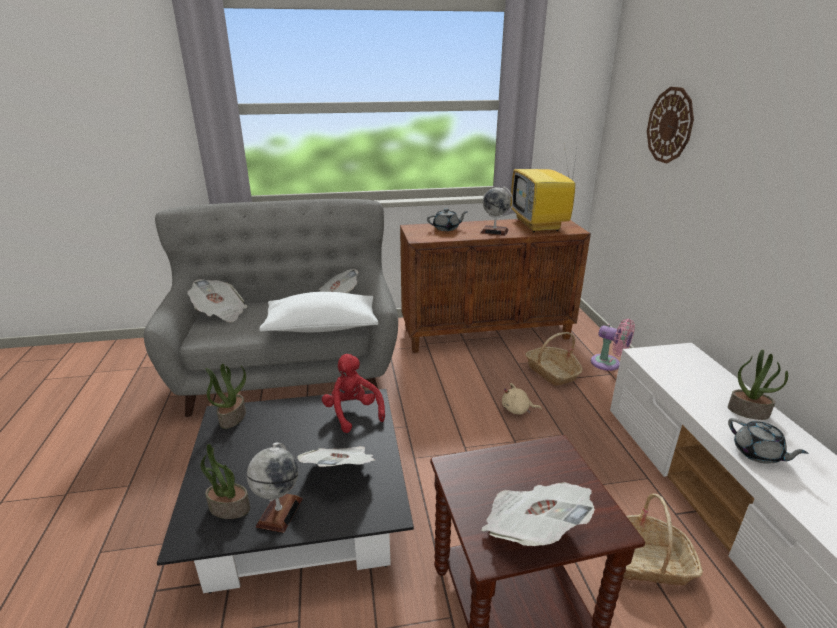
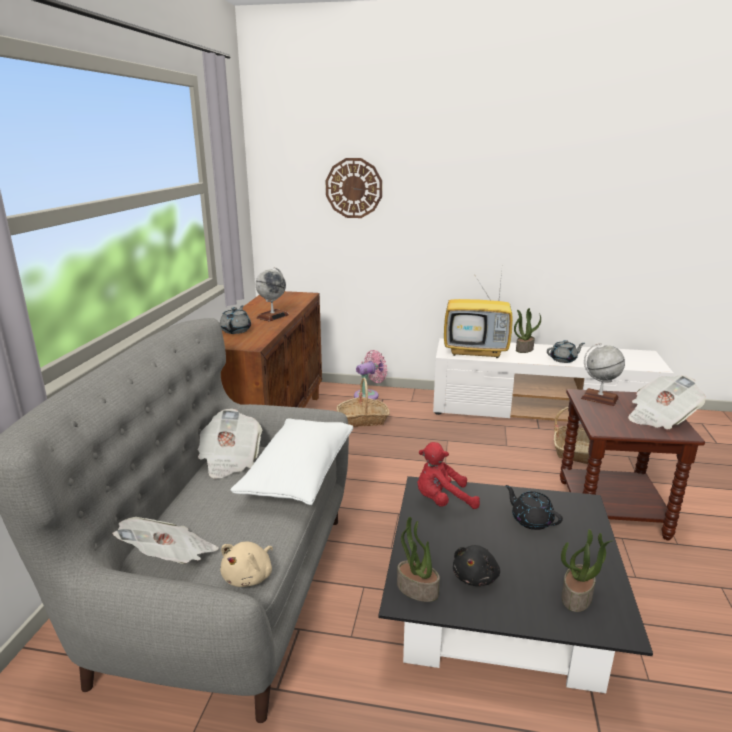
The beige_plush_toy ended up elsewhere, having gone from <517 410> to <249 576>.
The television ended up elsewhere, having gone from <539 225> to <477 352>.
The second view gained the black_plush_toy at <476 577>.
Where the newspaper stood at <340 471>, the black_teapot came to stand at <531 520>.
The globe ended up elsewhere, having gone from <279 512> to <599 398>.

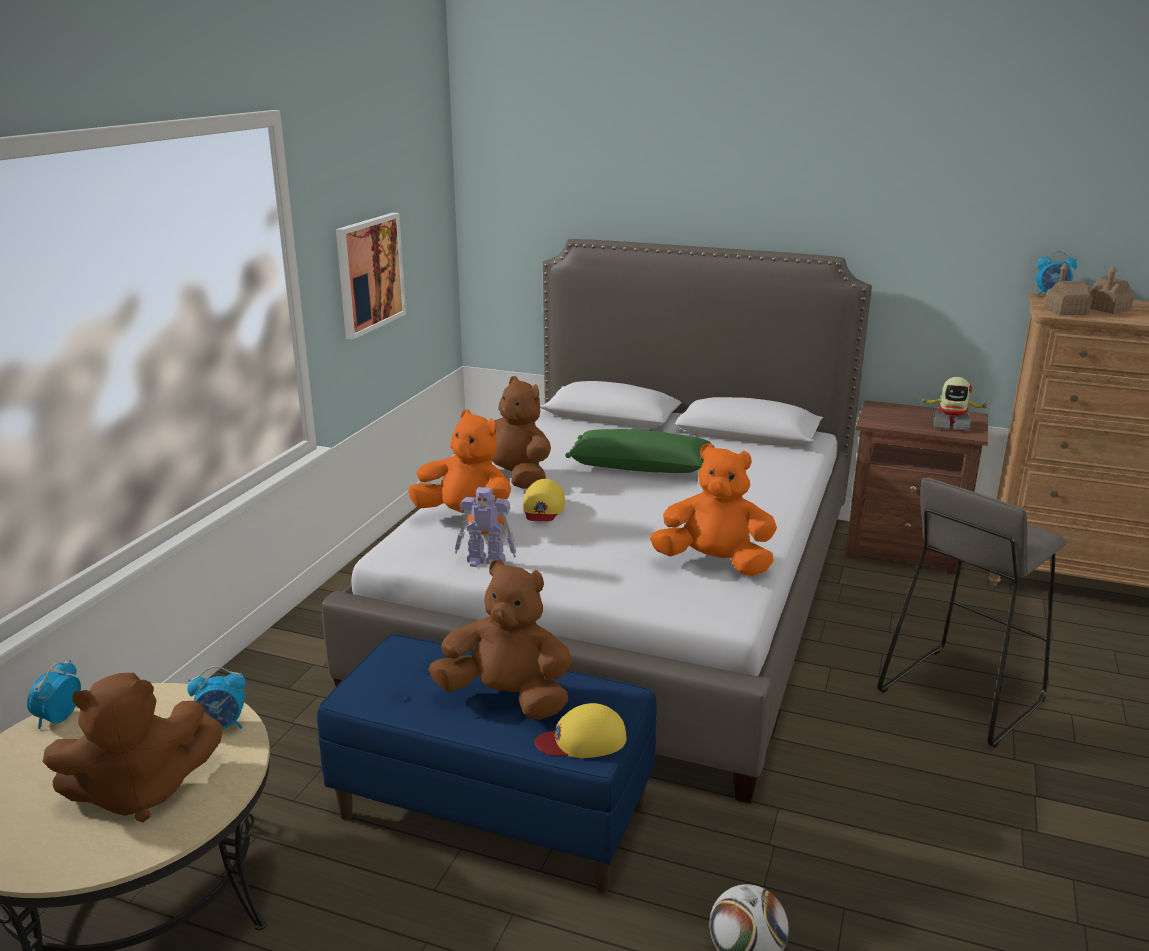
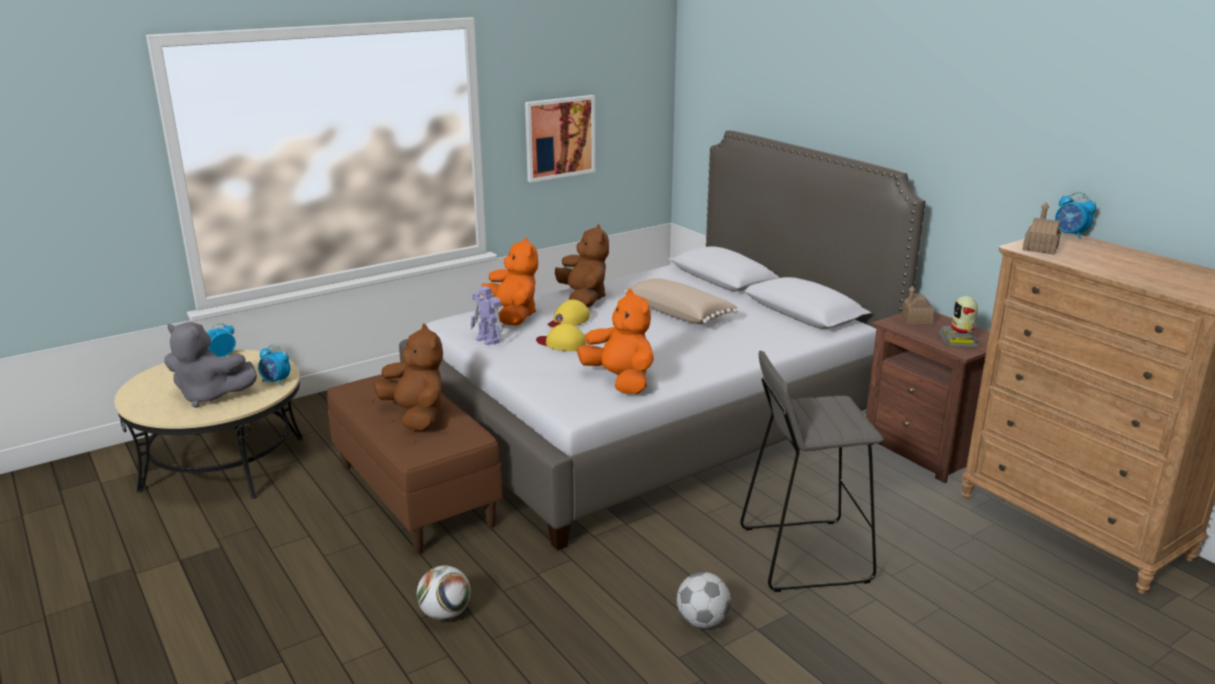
What was the brown_plush_toy at <141 792> turned into the grey_plush_toy at <210 396>.
What was the blue_bench at <494 811> turned into the brown_bench at <416 494>.
The yellow_cap ended up elsewhere, having gone from <582 740> to <561 343>.
What was the green_pillow at <640 466> turned into the beige_pillow at <679 313>.
The second view gained the football at <702 621>.
The toy_house ended up elsewhere, having gone from <1107 309> to <916 319>.
The toy_robot at <950 424> ended up facing another way, 45 degrees clockwise from before.

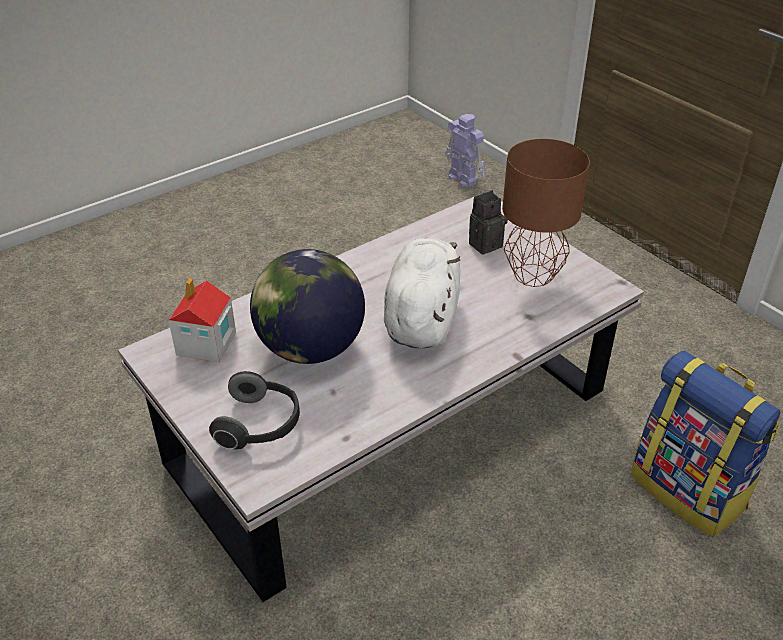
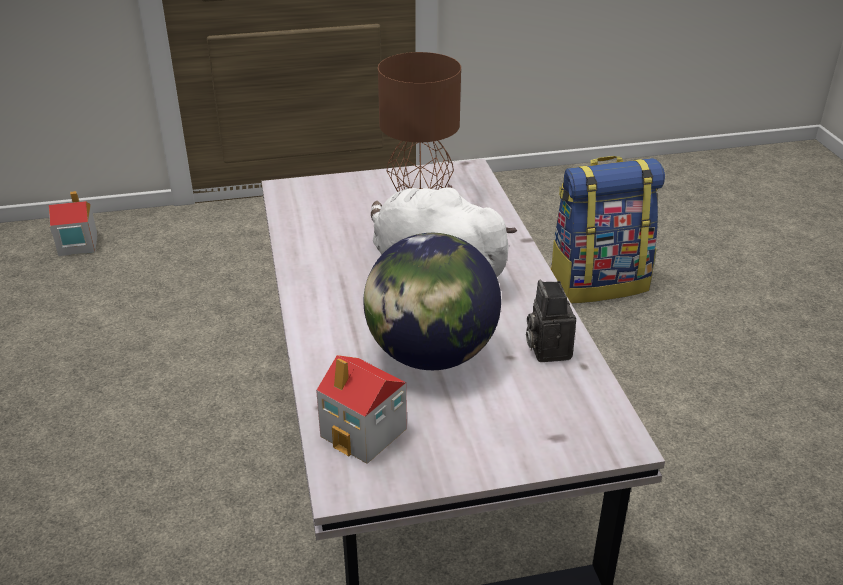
Where the toy_robot stood at <462 178>, the toy_house came to stand at <77 245>.
The photo_camera ended up elsewhere, having gone from <485 243> to <547 349>.
The second view lost the headphones at <260 425>.

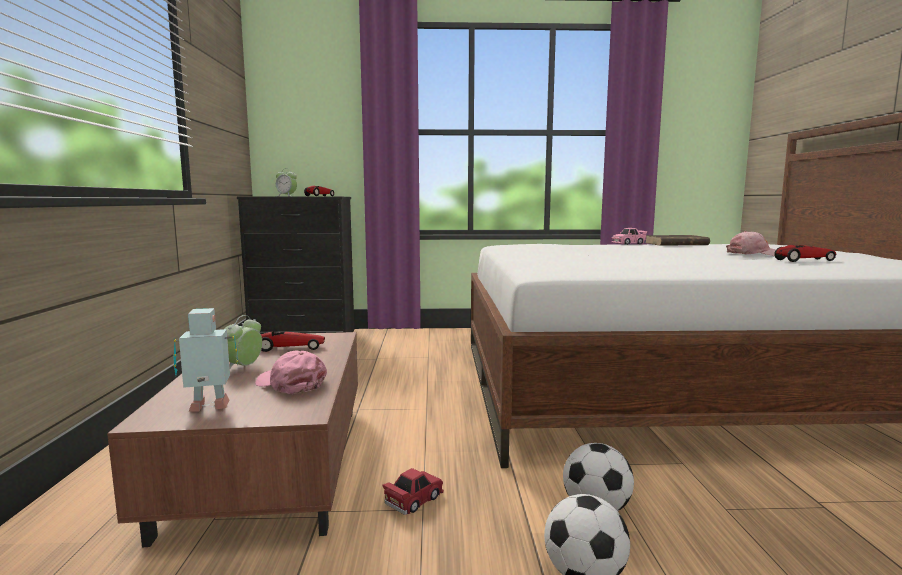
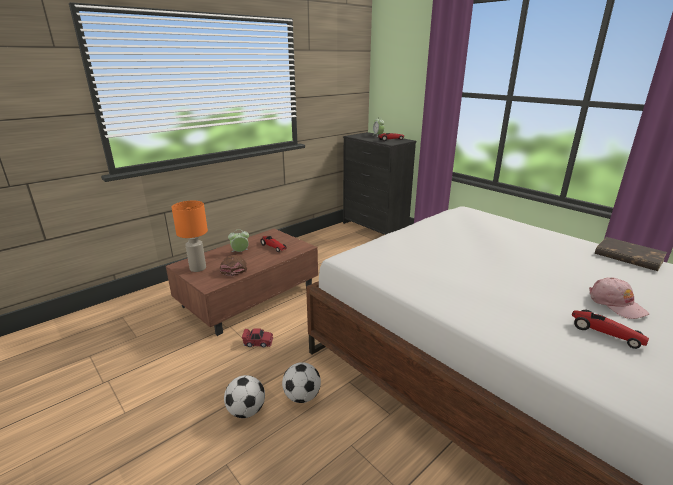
Where the toy_robot stood at <210 408>, the orange_table_lamp came to stand at <197 268>.
What was the pink_cap at <291 383> turned into the brown_cap at <234 268>.
The second view lost the pink_toy_car at <628 243>.

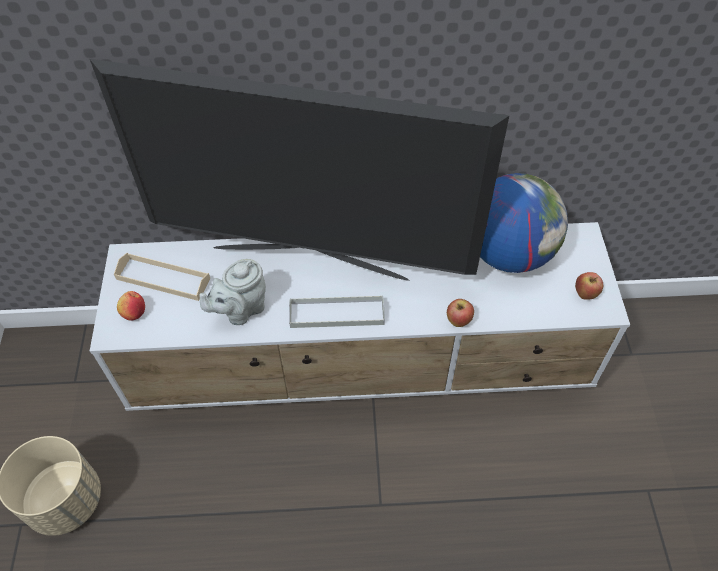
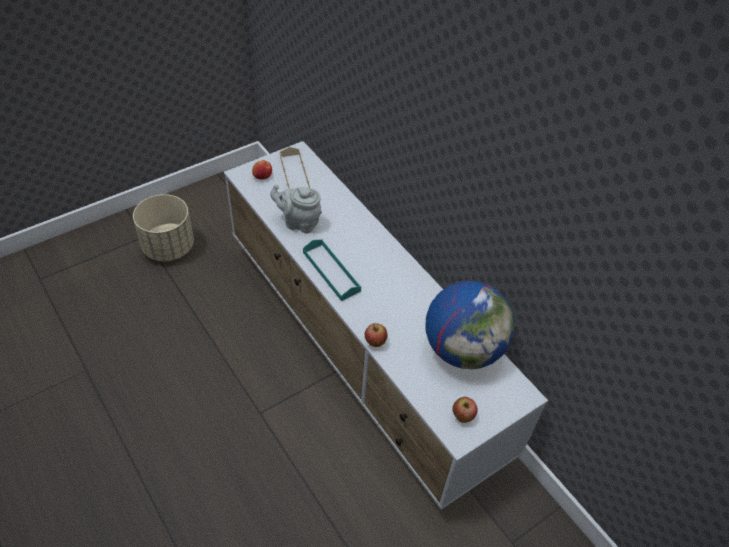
What was the grey_tray at <337 314> turned into the turquoise_tray at <331 271>.
The second view lost the television at <310 261>.

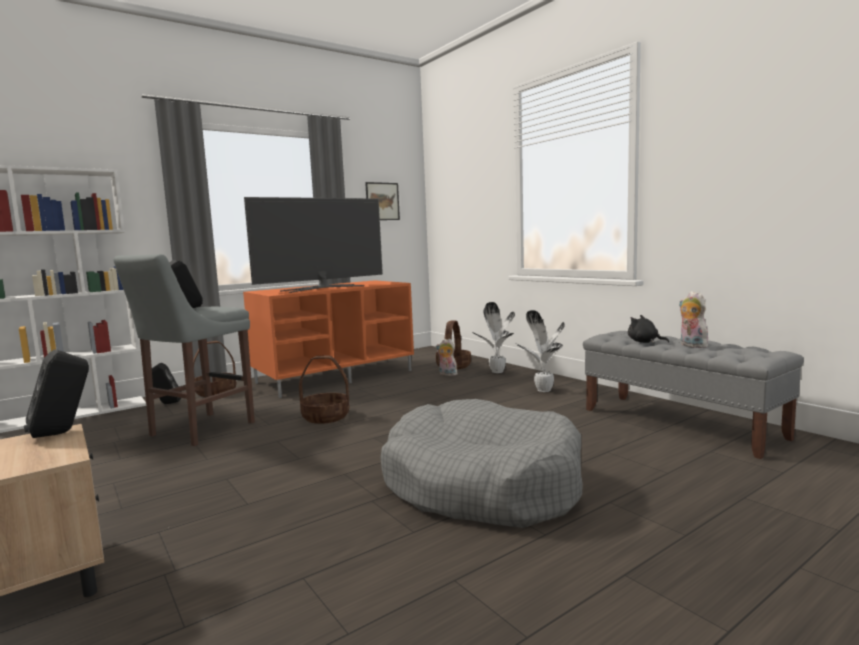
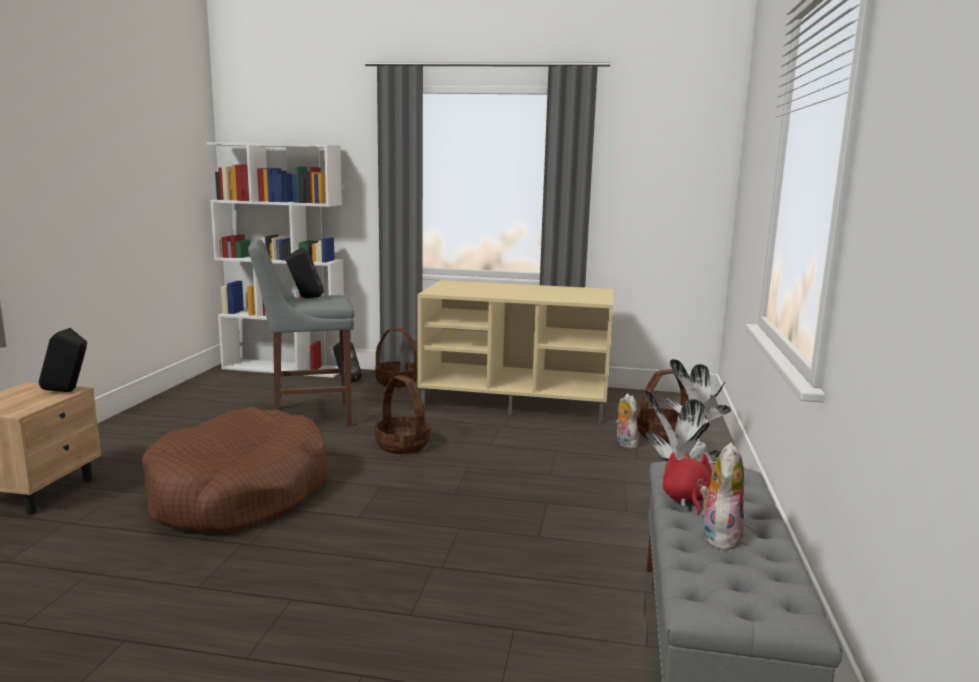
The second view gained the brown_dog_bed at <239 493>.
What was the orange_tv_stand at <335 376> turned into the beige_tv_stand at <517 401>.
What was the black_plush_toy at <644 342> turned into the red_plush_toy at <687 500>.
The second view lost the television at <323 288>.
The second view lost the picture at <382 201>.
The second view lost the grey_dog_bed at <481 484>.

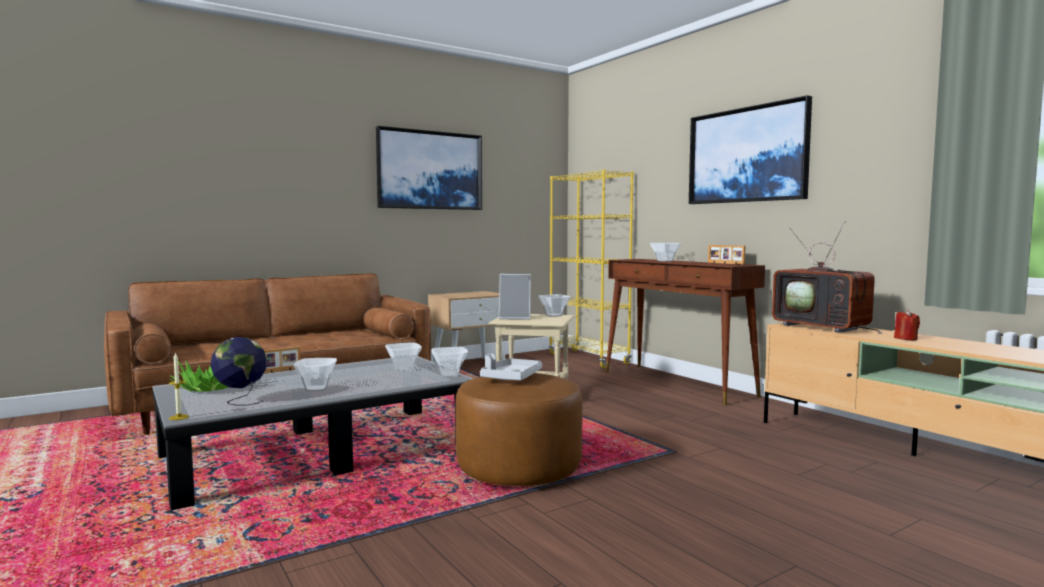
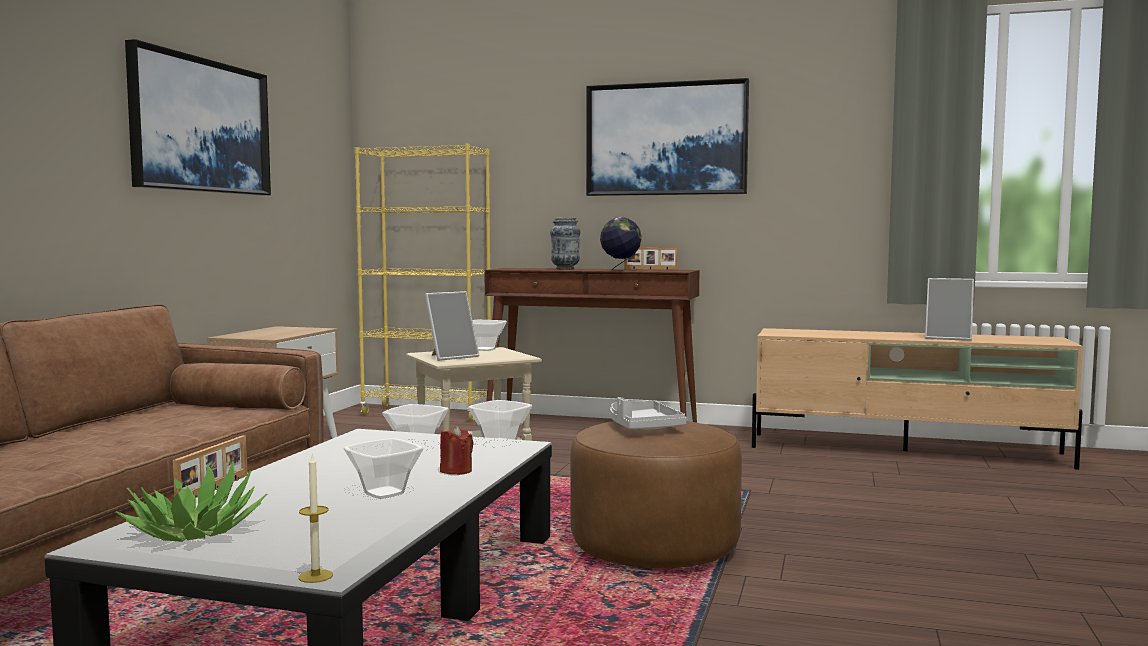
The red_candle ended up elsewhere, having gone from <905 338> to <456 471>.
Where the bowl stood at <664 261>, the vase came to stand at <565 269>.
The globe ended up elsewhere, having gone from <240 401> to <620 270>.
The second view gained the picture_frame at <948 338>.
The second view lost the television at <824 327>.

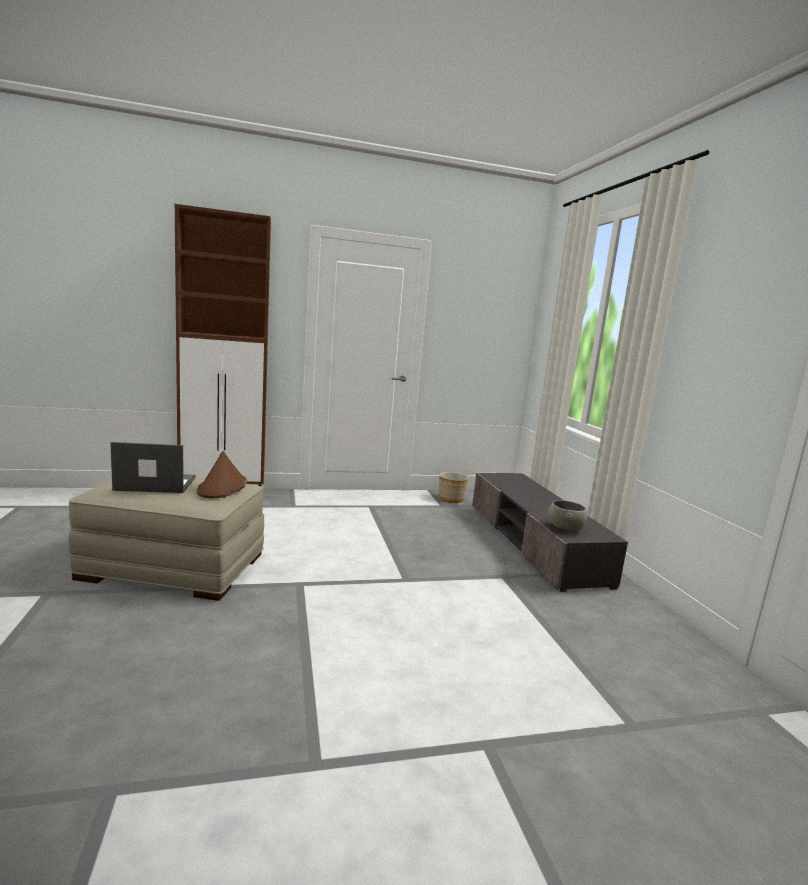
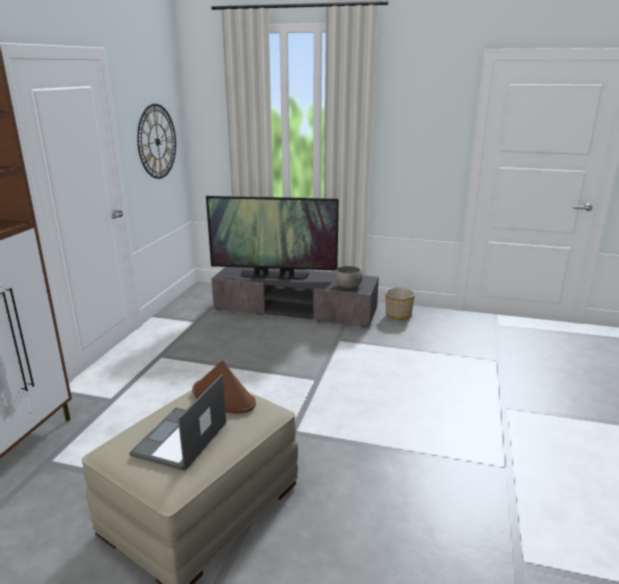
The second view gained the wall_clock at <157 141>.
The second view gained the television at <274 275>.
The planter ended up elsewhere, having gone from <451 499> to <398 315>.

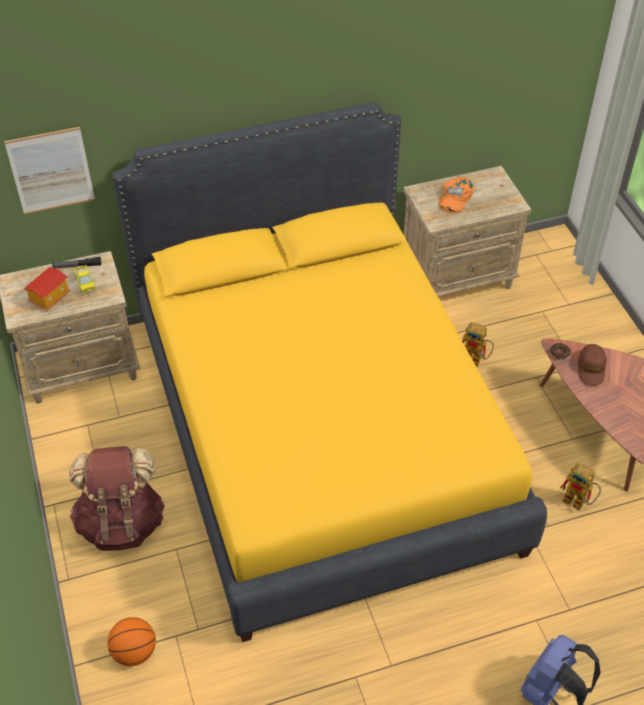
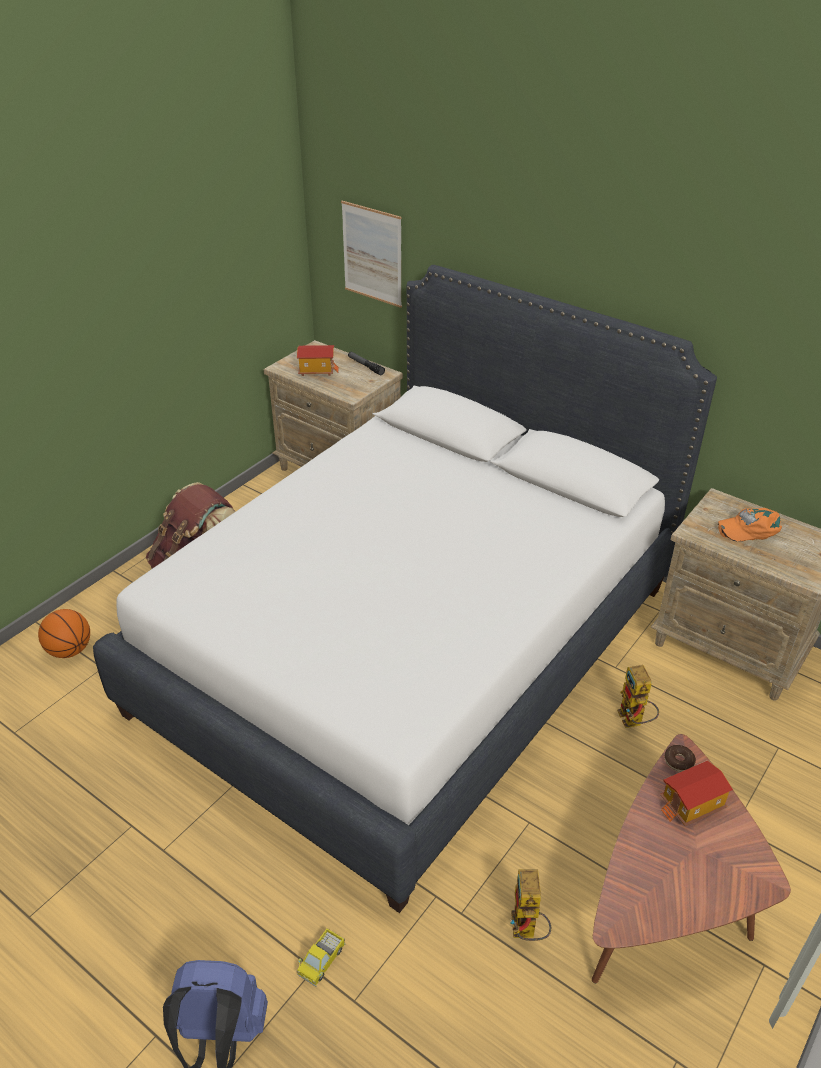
What was the yellow_bed at <322 432> turned into the white_bed at <411 648>.
The toy_truck ended up elsewhere, having gone from <85 283> to <321 961>.
Where the brown_cap stood at <591 368>, the toy_house came to stand at <692 805>.

